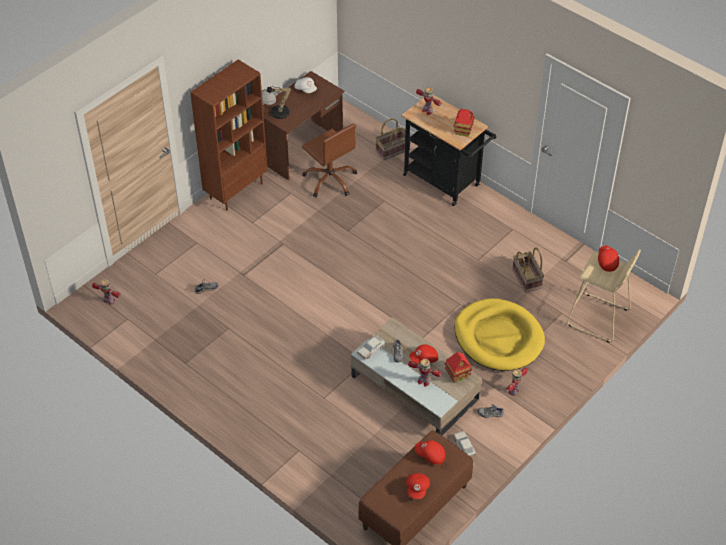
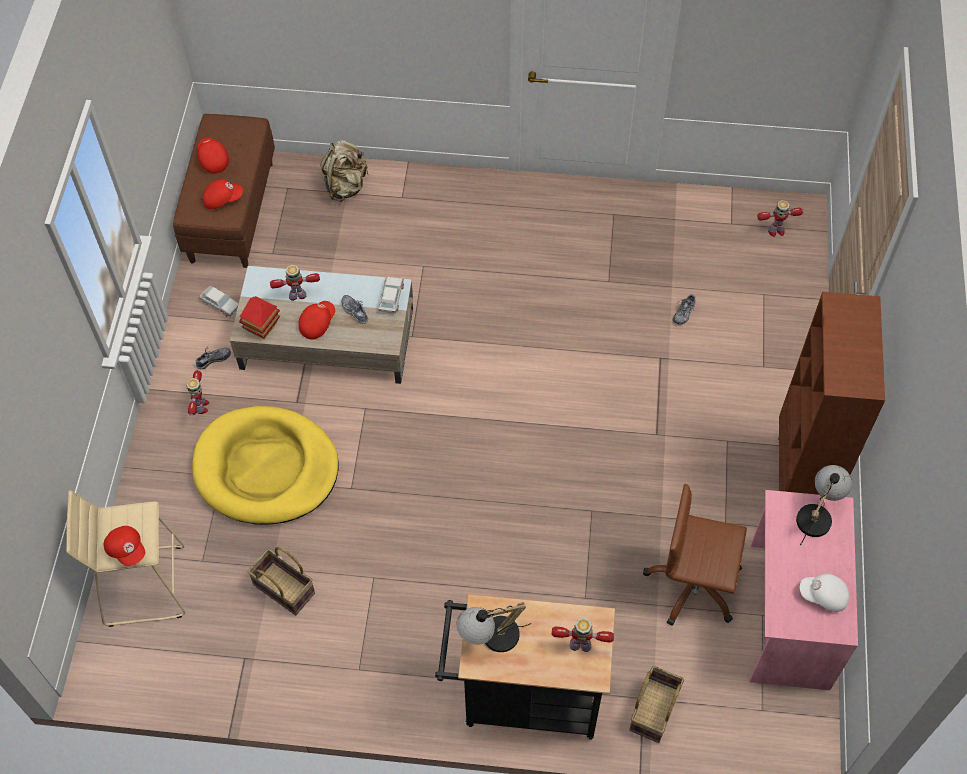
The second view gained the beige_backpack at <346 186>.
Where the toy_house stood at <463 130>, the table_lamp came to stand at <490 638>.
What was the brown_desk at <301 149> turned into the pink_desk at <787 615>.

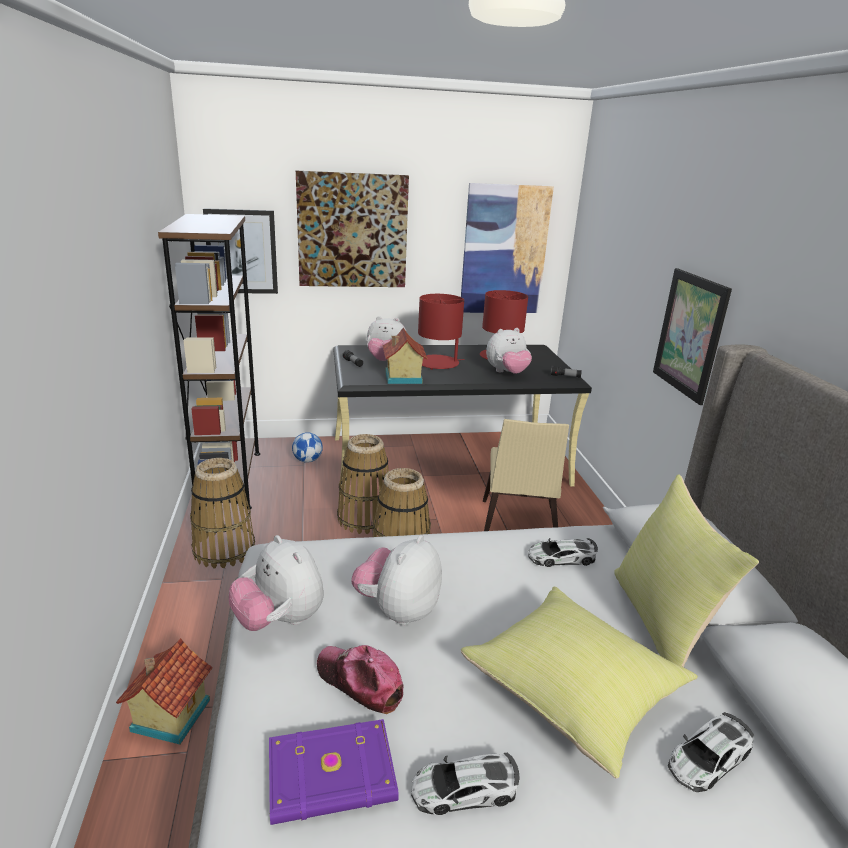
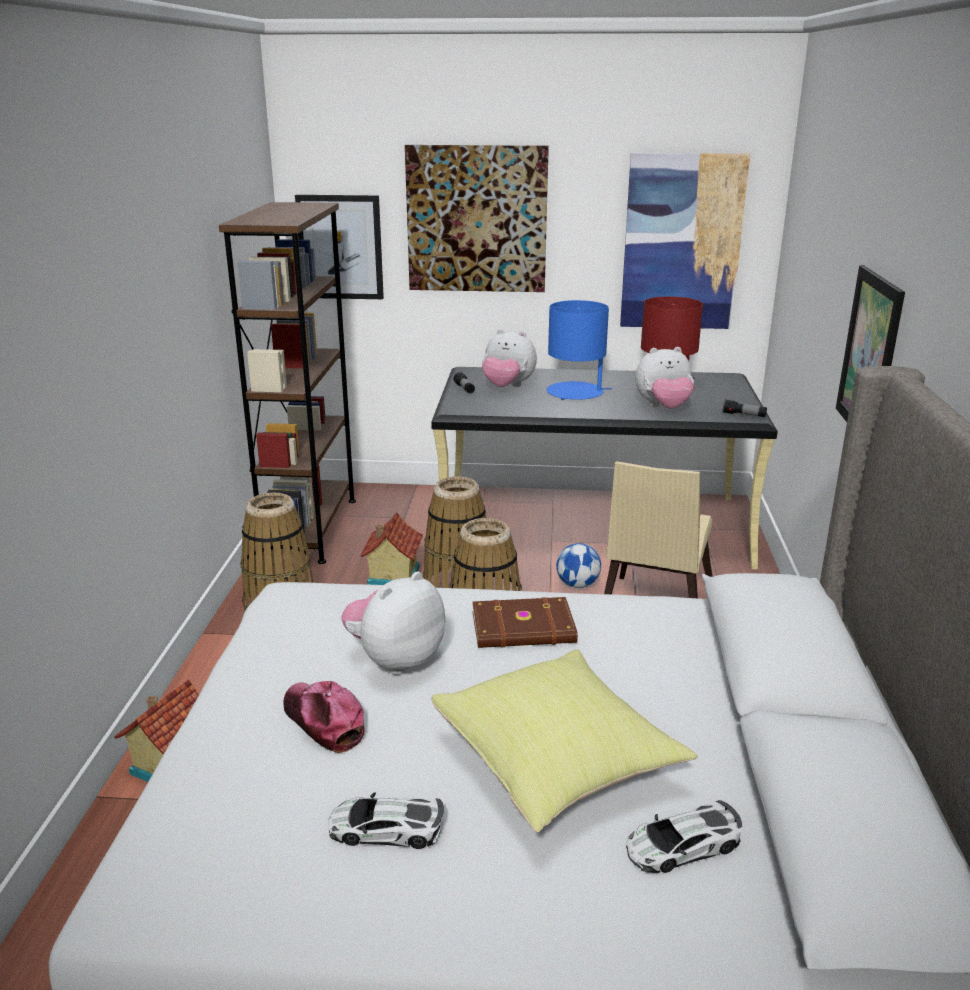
The toy_house ended up elsewhere, having gone from <402 377> to <392 576>.
The second view gained the brown_book at <524 629>.
What was the red_table_lamp at <438 363> turned into the blue_table_lamp at <575 392>.
The football ended up elsewhere, having gone from <307 460> to <578 585>.
The second view lost the plush_toy at <279 620>.
The second view lost the purple_book at <332 777>.
The second view lost the toy_car at <561 557>.
The second view lost the yellow_pillow at <662 621>.

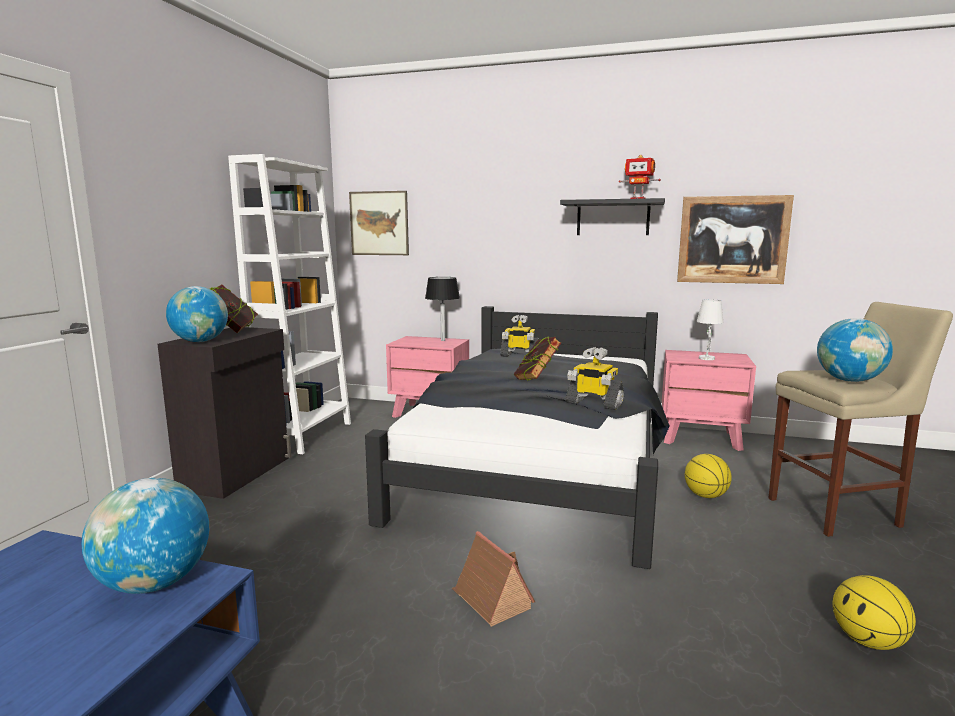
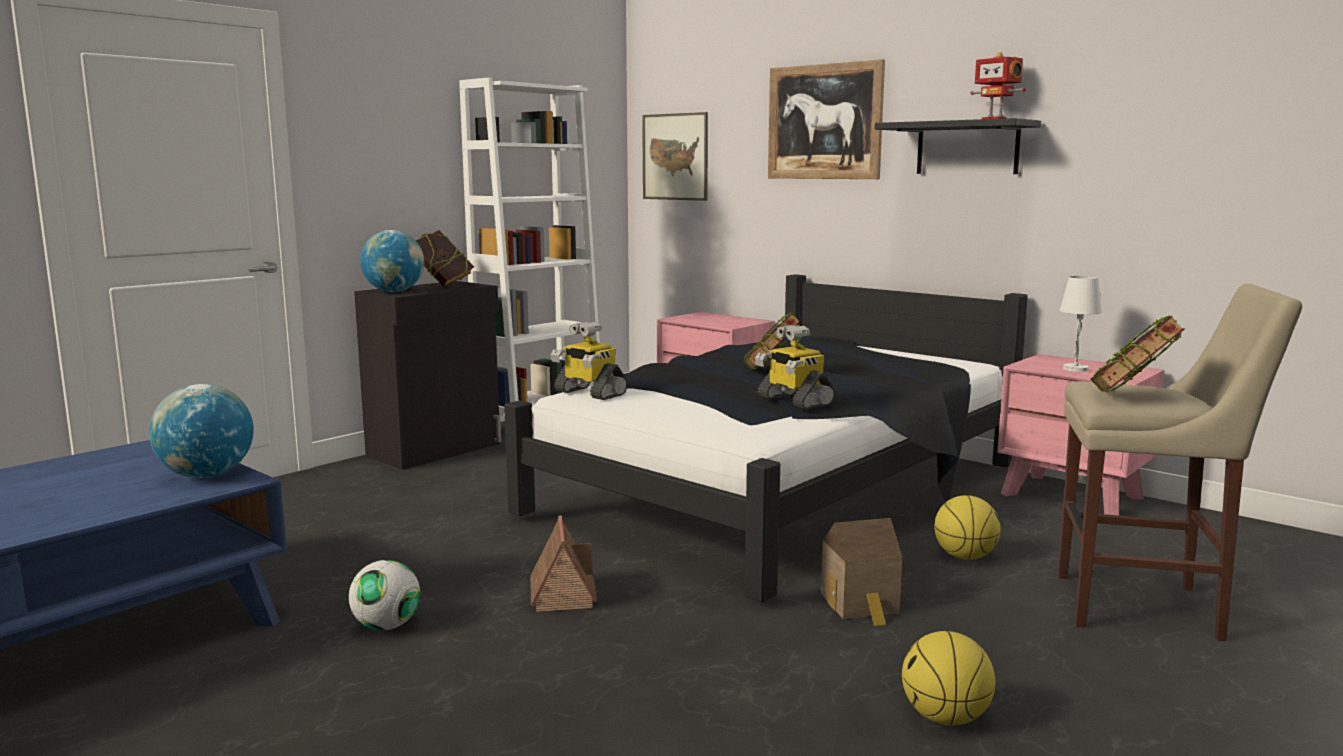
The second view gained the football at <386 626>.
The toy_robot ended up elsewhere, having gone from <519 355> to <589 393>.
The picture ended up elsewhere, having gone from <732 240> to <824 122>.
The second view gained the toy_house at <861 605>.
Where the globe stood at <849 380>, the book came to stand at <1131 397>.
The second view lost the black_table_lamp at <443 340>.

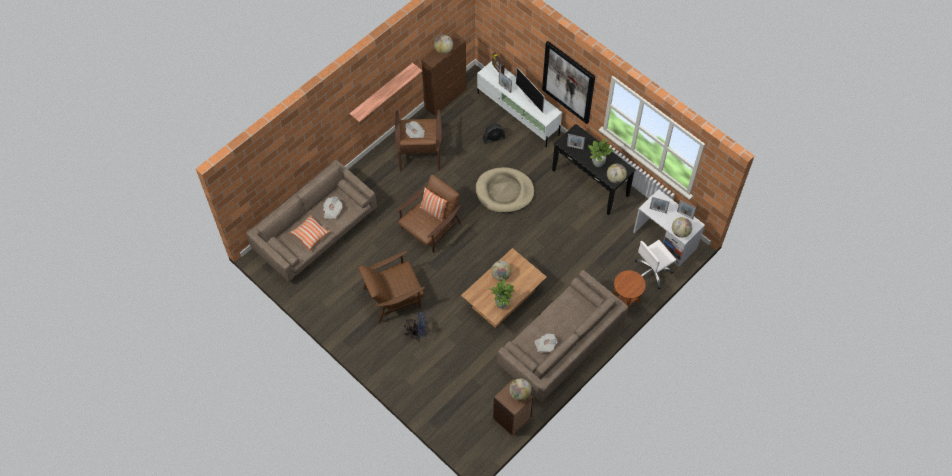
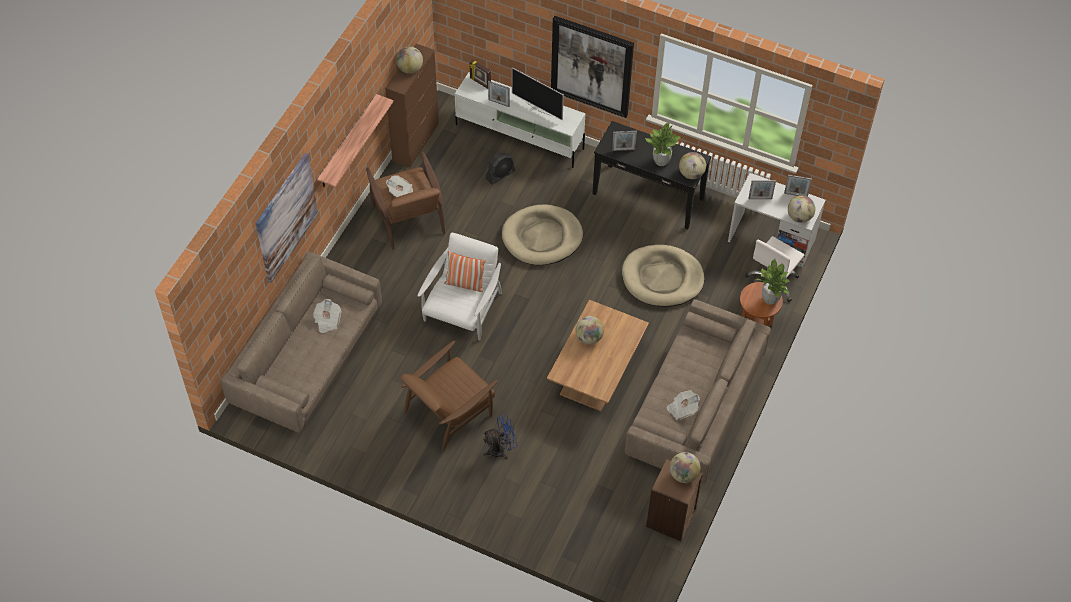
The second view gained the picture at <286 217>.
What was the brown_armchair at <430 228> turned into the white_armchair at <462 309>.
The second view gained the beige_dog_bed at <662 278>.
The potted_plant ended up elsewhere, having gone from <502 304> to <770 299>.
The second view lost the pillow at <310 235>.

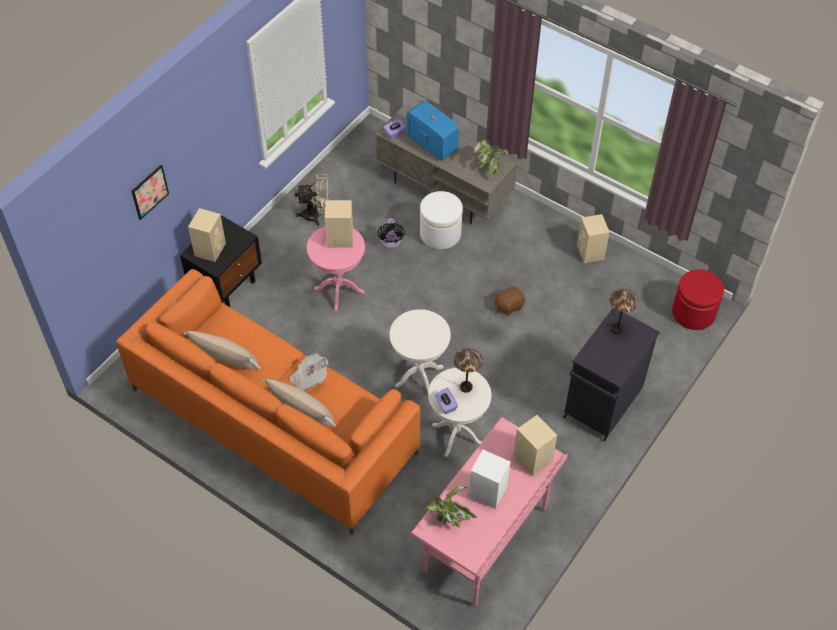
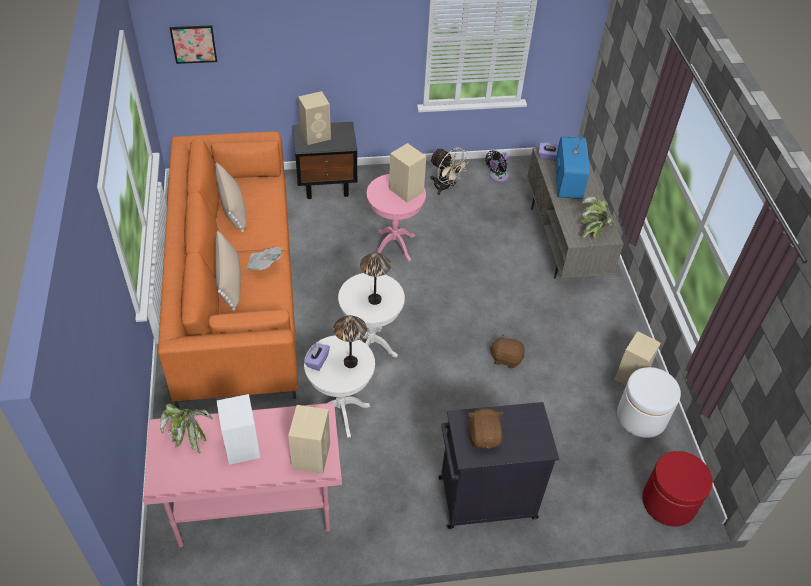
The picture ended up elsewhere, having gone from <149 191> to <193 44>.
The table_lamp ended up elsewhere, having gone from <617 329> to <374 299>.
The second view gained the brown_plush_toy at <484 436>.
The black_fan ended up elsewhere, having gone from <391 242> to <497 176>.
The white_ottoman ended up elsewhere, having gone from <440 234> to <641 417>.

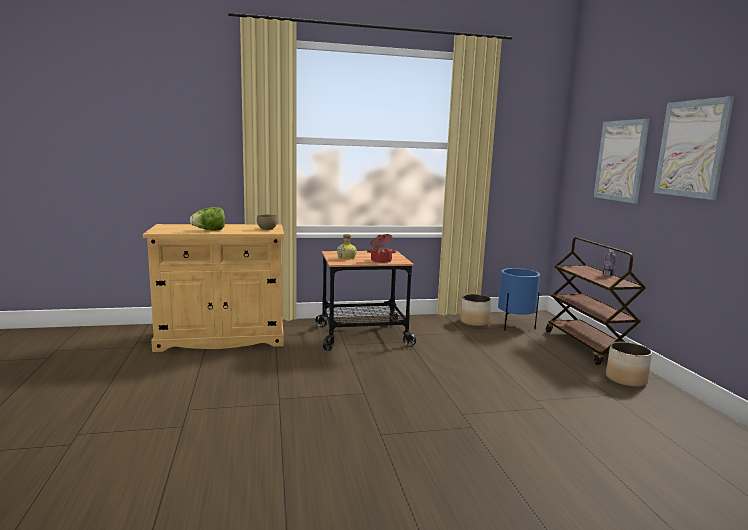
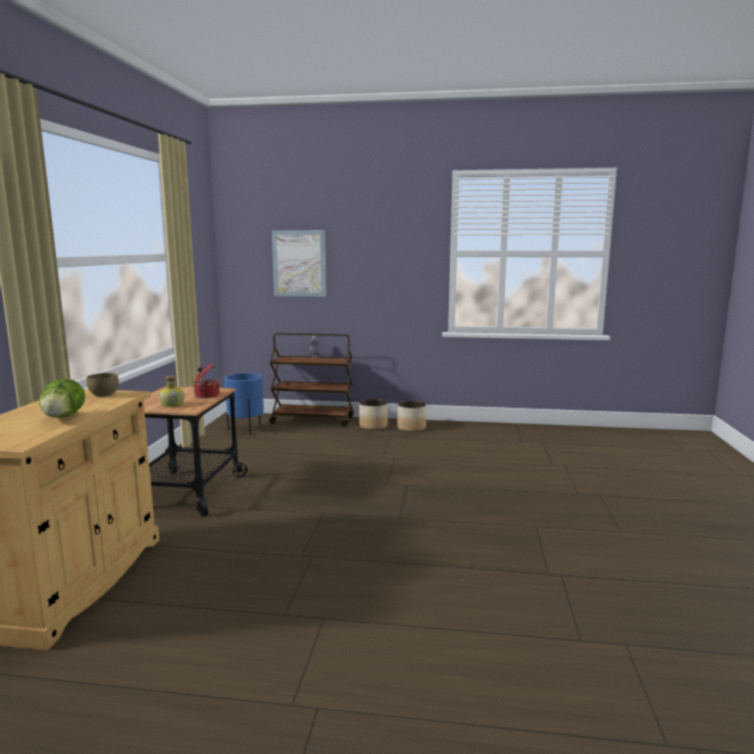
The planter ended up elsewhere, having gone from <474 322> to <411 428>.
The second view lost the picture at <691 149>.

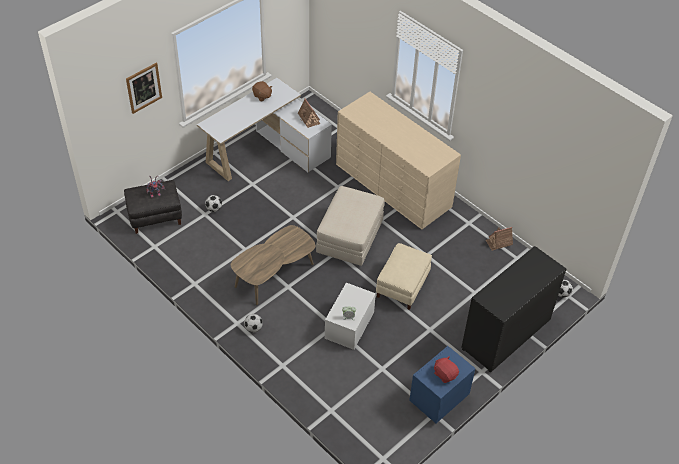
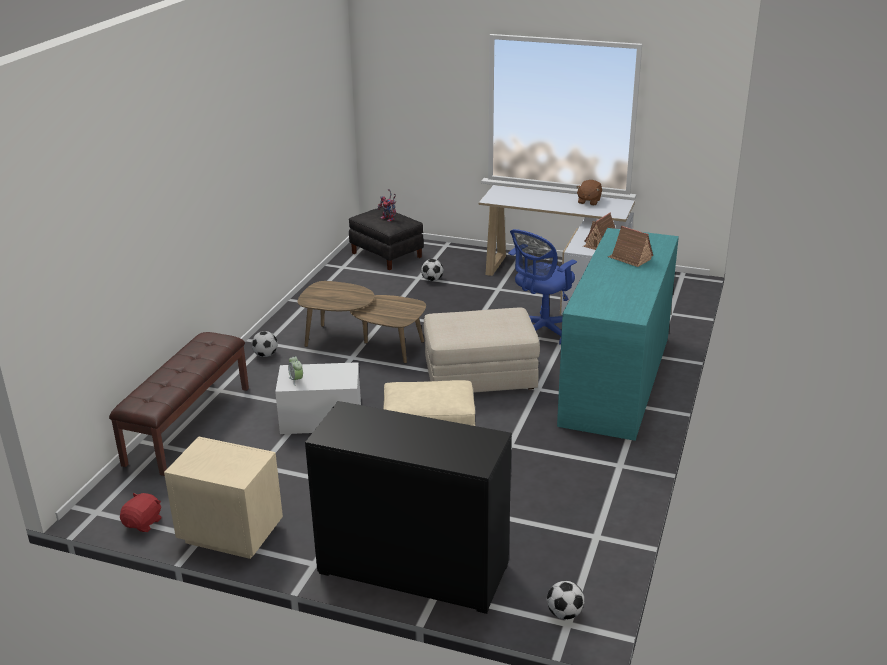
The second view gained the brown_bench at <187 424>.
The red_plush_toy ended up elsewhere, having gone from <445 374> to <143 523>.
What was the blue_nightstand at <437 400> turned into the beige_nightstand at <230 533>.
The second view gained the blue_office_chair at <542 331>.
What was the beige_dresser at <393 185> turned into the turquoise_dresser at <615 380>.
The toy_house ended up elsewhere, having gone from <499 242> to <630 258>.
The second view lost the picture at <143 88>.

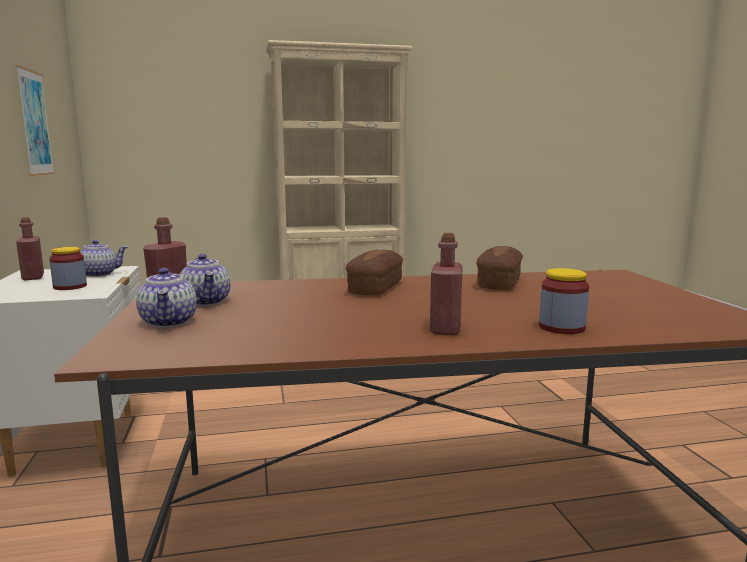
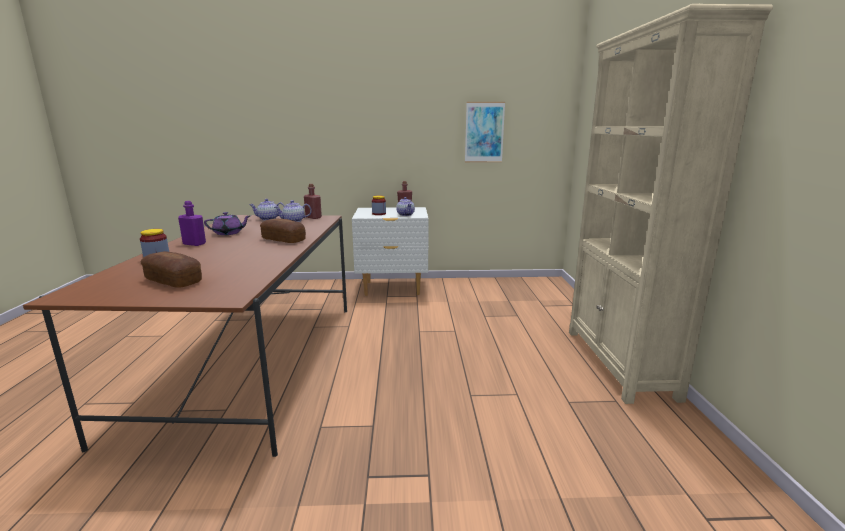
The bread ended up elsewhere, having gone from <499 283> to <173 281>.
What was the red_bottle at <445 329> turned into the purple_bottle at <194 244>.
The second view gained the purple_teapot at <229 233>.

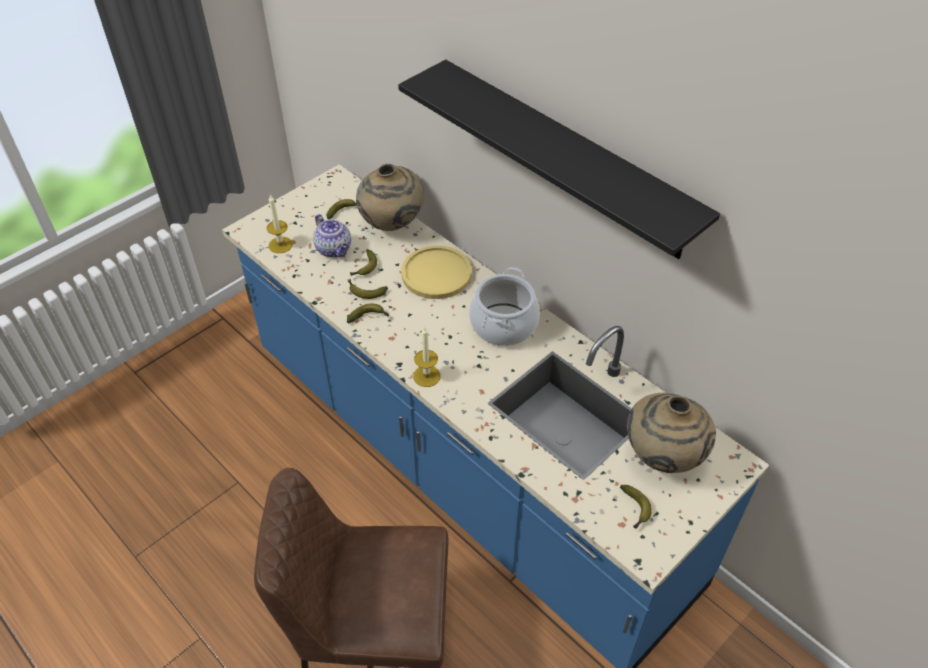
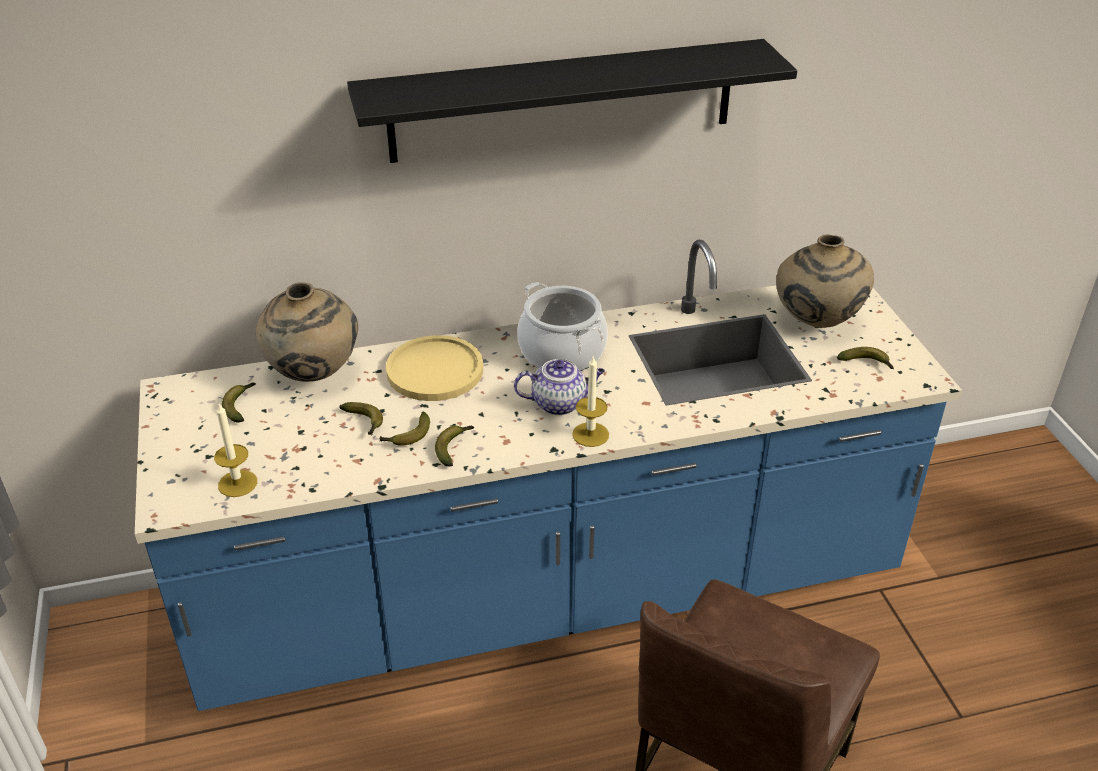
The teapot ended up elsewhere, having gone from <334 249> to <560 403>.

